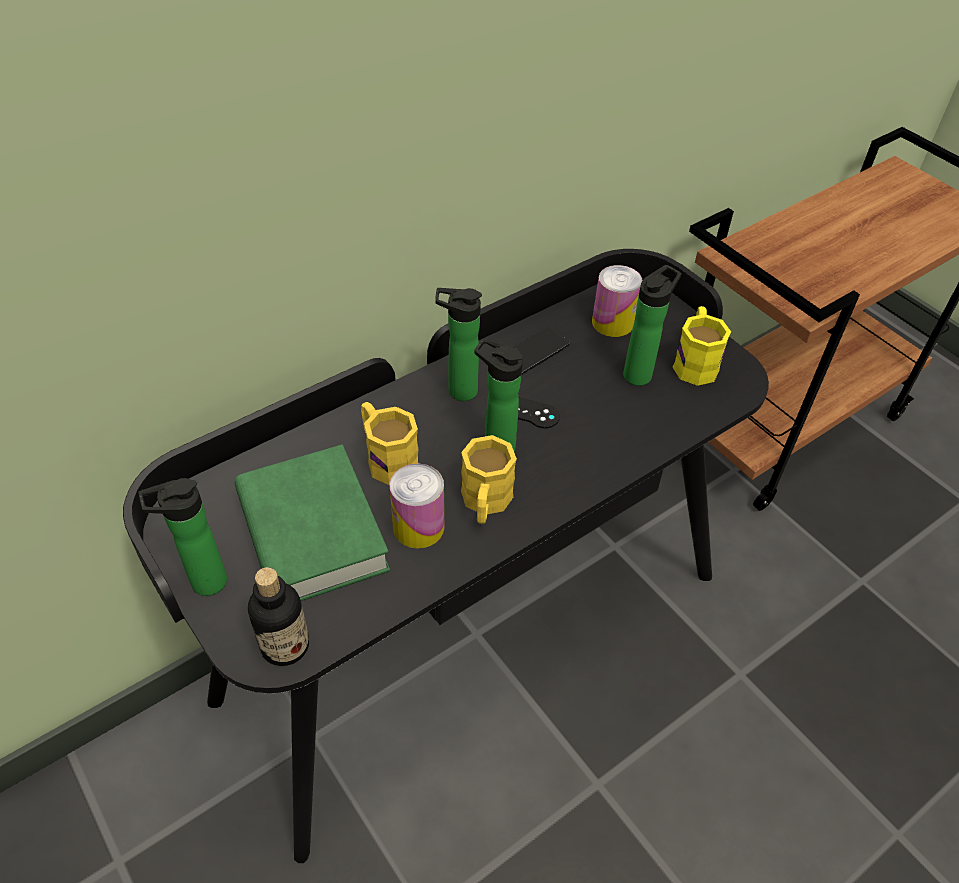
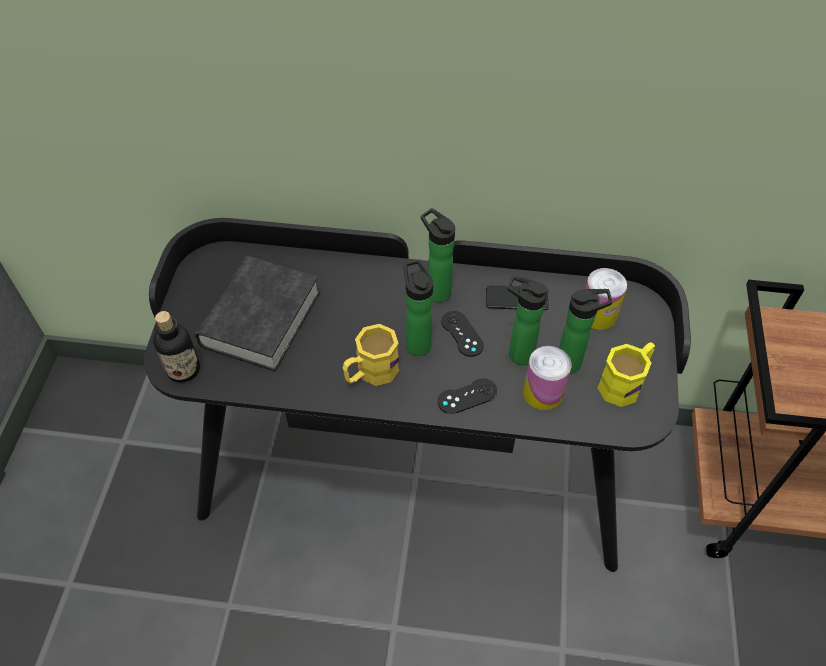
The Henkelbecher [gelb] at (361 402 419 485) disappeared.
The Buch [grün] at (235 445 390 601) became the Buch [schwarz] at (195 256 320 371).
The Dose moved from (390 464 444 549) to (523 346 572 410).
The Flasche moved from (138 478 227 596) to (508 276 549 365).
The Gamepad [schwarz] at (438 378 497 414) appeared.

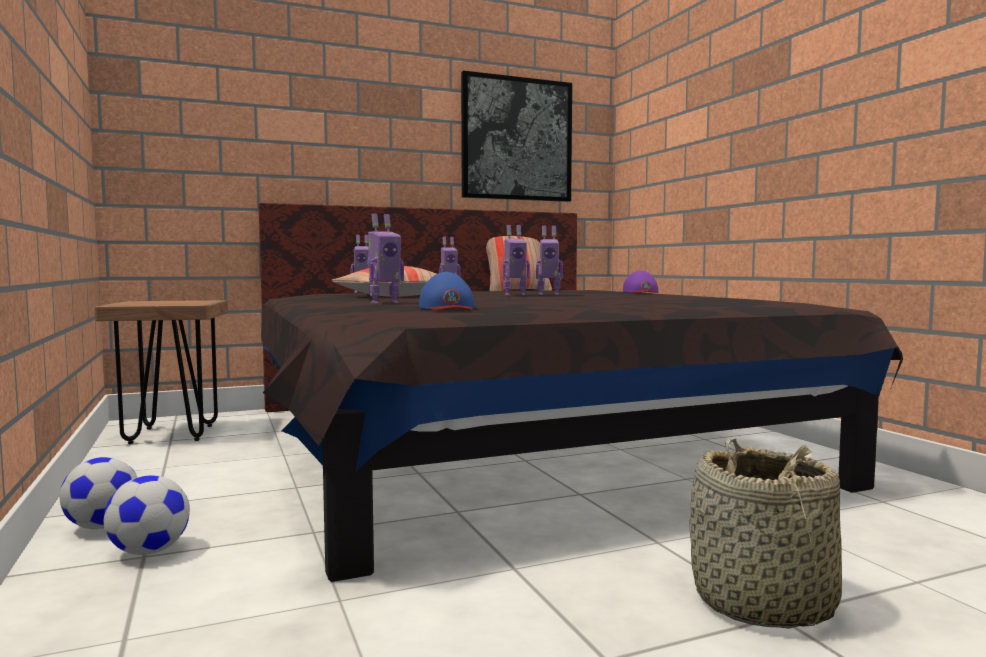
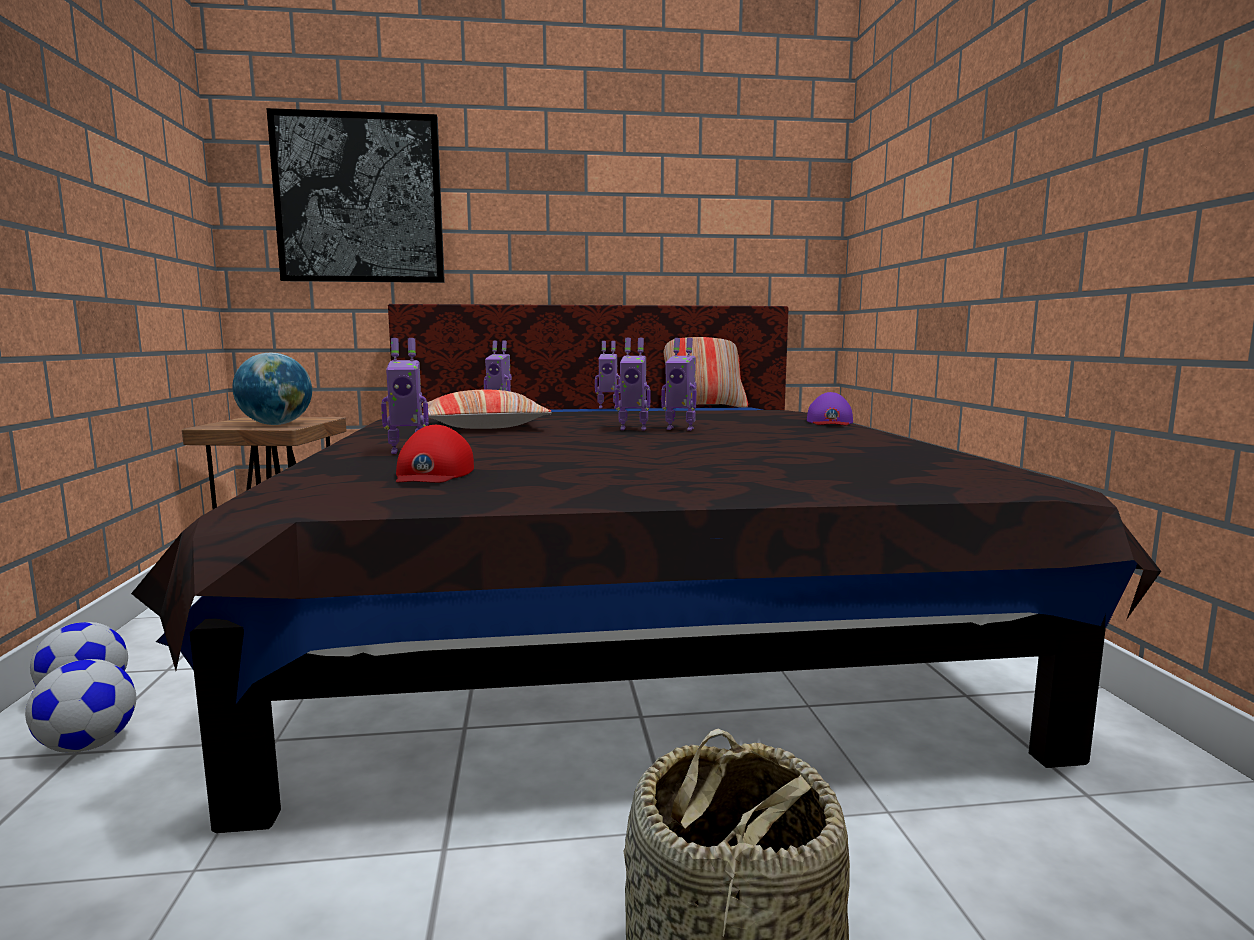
The Bild moved from (461 71 572 202) to (267 108 445 283).
The Kappe [blau] at (419 272 475 310) became the Kappe [rot] at (396 425 474 483).
The Globus at (232 352 312 425) appeared.

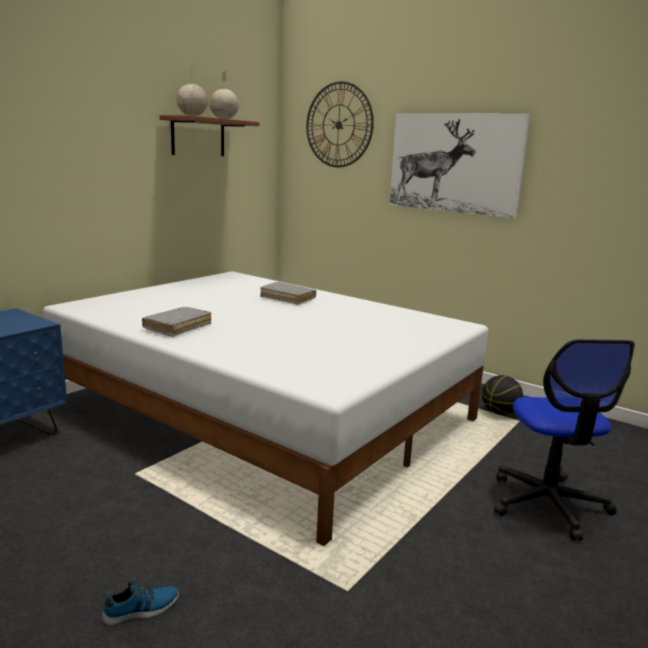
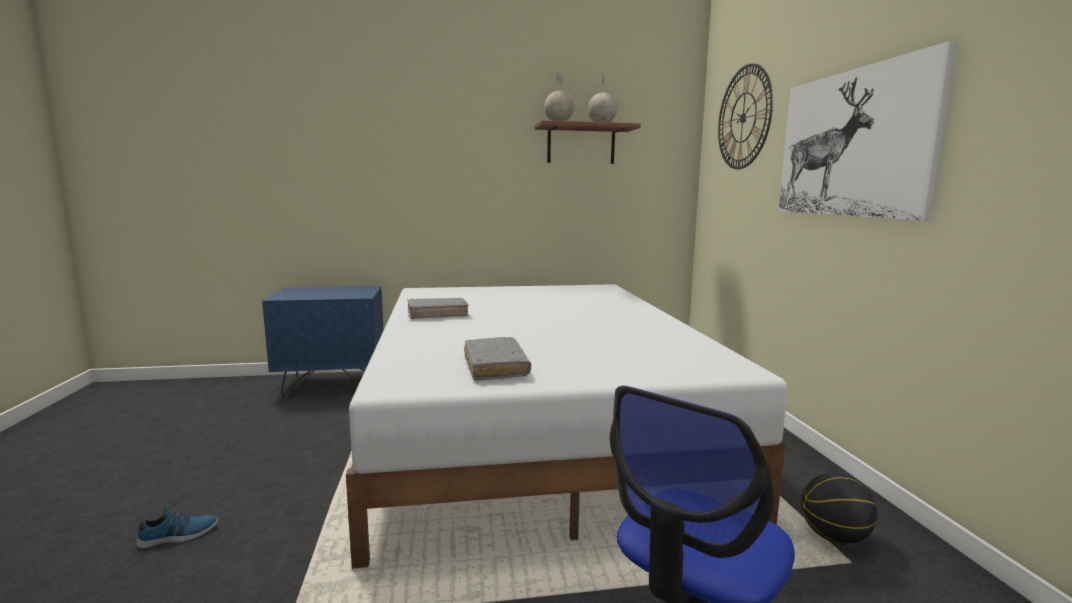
The Buch [grau] moved from (260 282 316 305) to (464 337 531 381).
The Schuh at (102 578 179 626) turned 45 degrees counterclockwise.

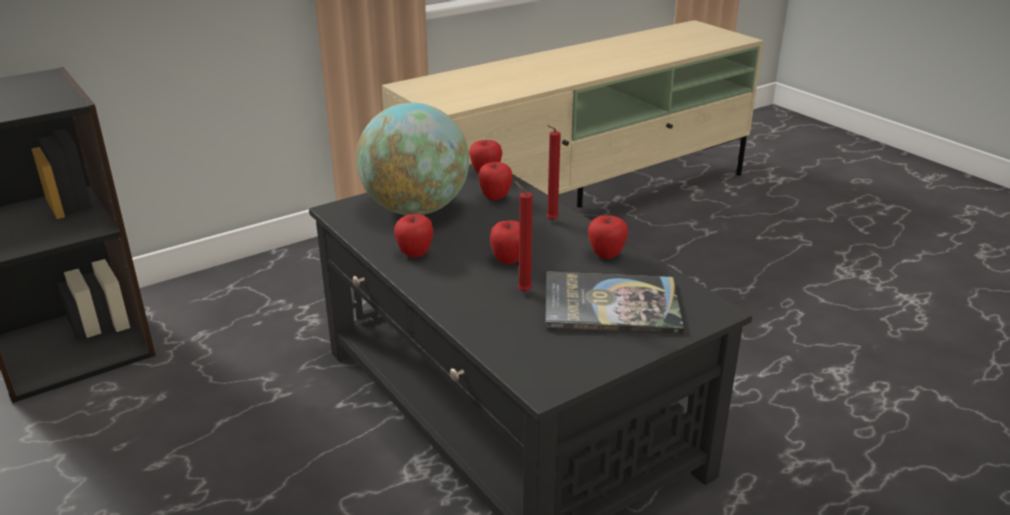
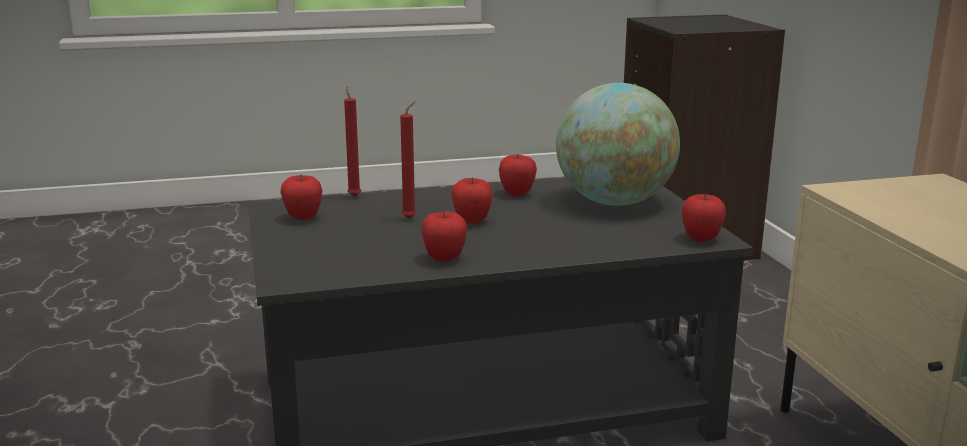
The Kerze [rot] moved from (546 125 561 221) to (344 86 361 197).
The Apfel moved from (478 162 513 200) to (280 174 322 220).
The Buch at (545 271 684 334) disappeared.

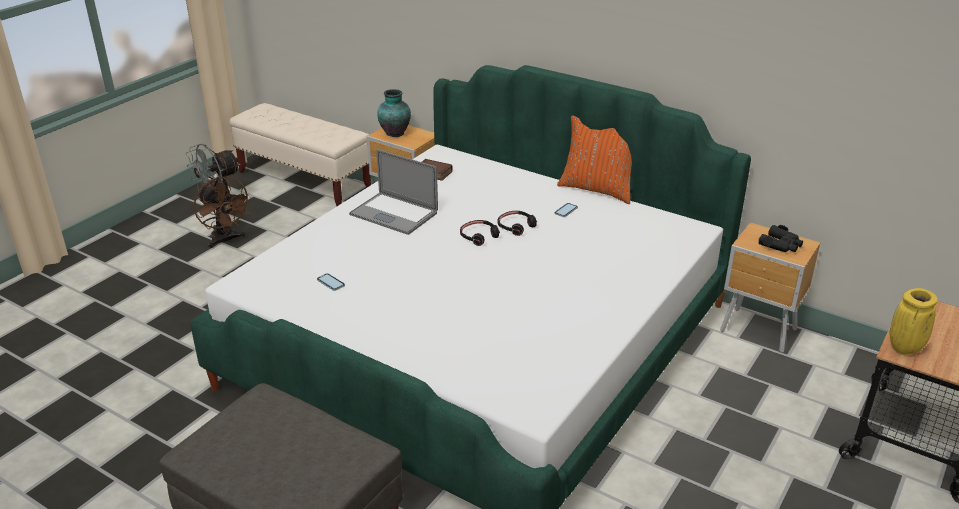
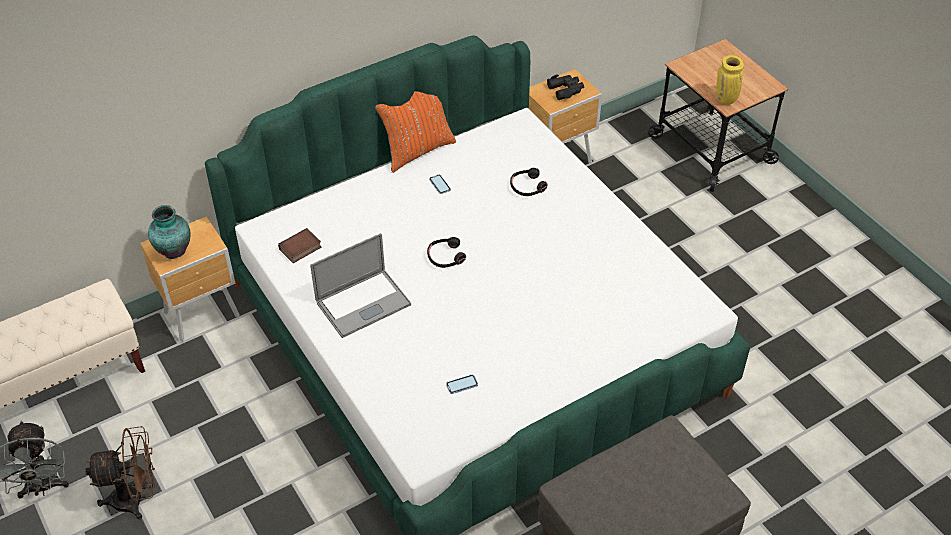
The Kopfhörer [schwarz] moved from (498 211 537 236) to (510 168 548 196).

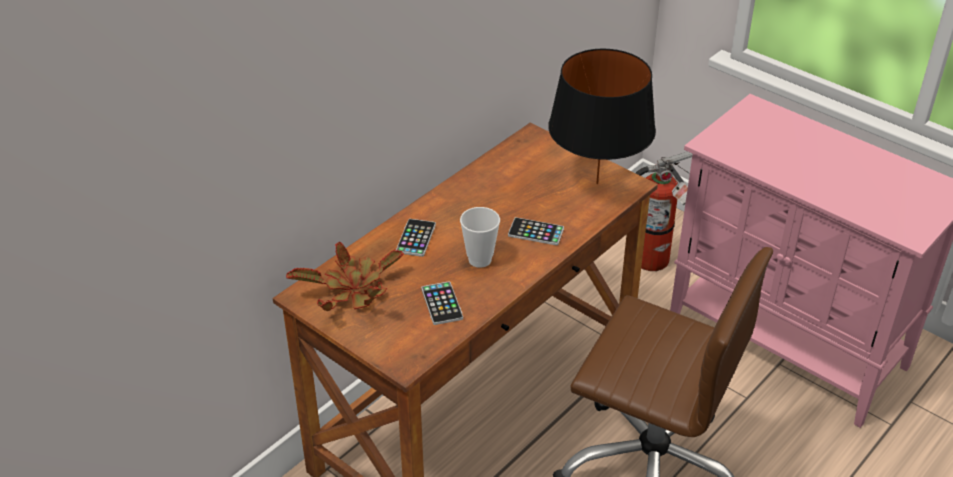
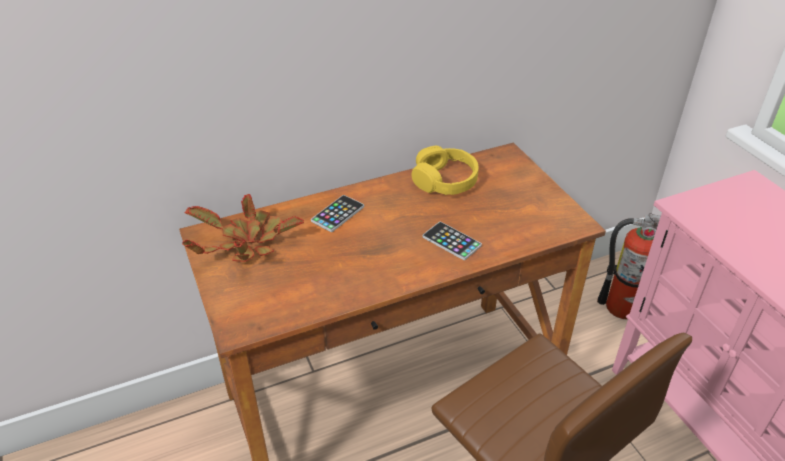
The Tischlampe [schwarz] at (548 49 656 184) disappeared.
The Tasse at (460 207 500 268) disappeared.
The Handy at (421 281 463 325) disappeared.
The Kopfhörer [gelb] at (412 146 479 195) appeared.

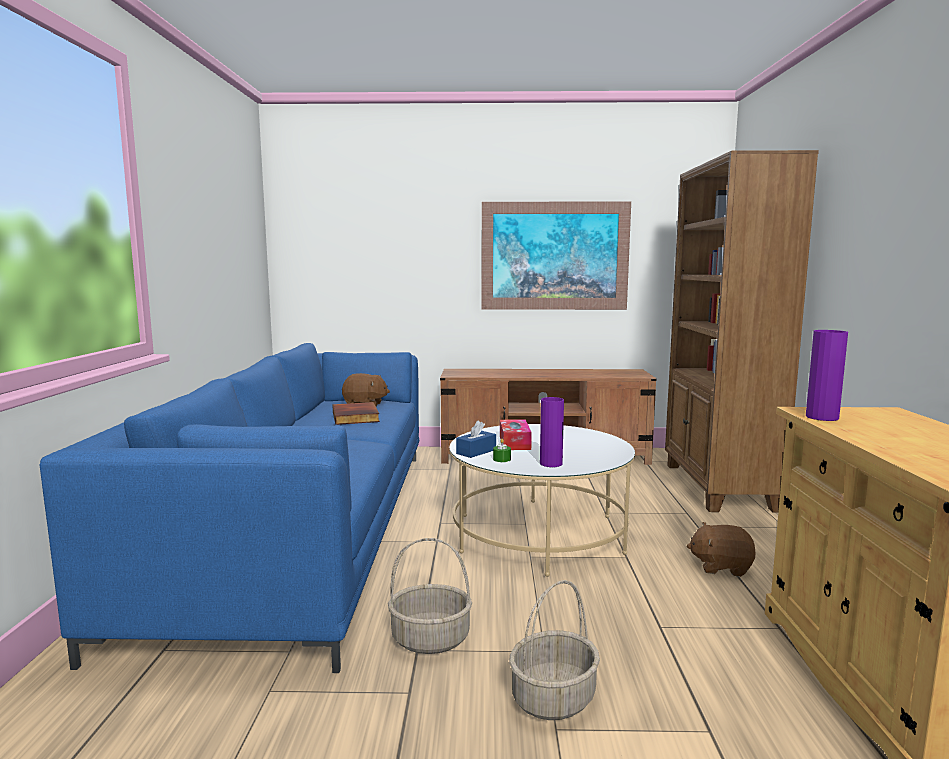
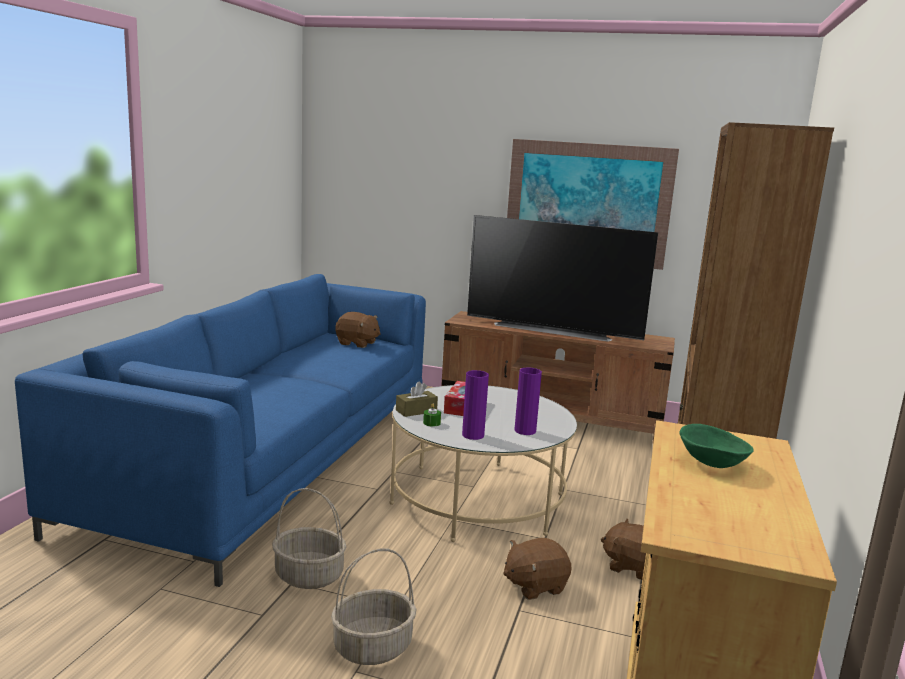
The Vase [lila] moved from (806 330 848 421) to (514 368 542 435).
The Buch at (333 402 380 425) disappeared.
The Taschentuchbox [blau] at (456 420 496 458) became the Taschentuchbox [braun] at (396 381 438 417).
The Fernseher at (467 215 658 342) appeared.
The Schüssel [grün] at (679 424 754 468) appeared.
The Plüschtier [braun] at (503 538 572 600) appeared.

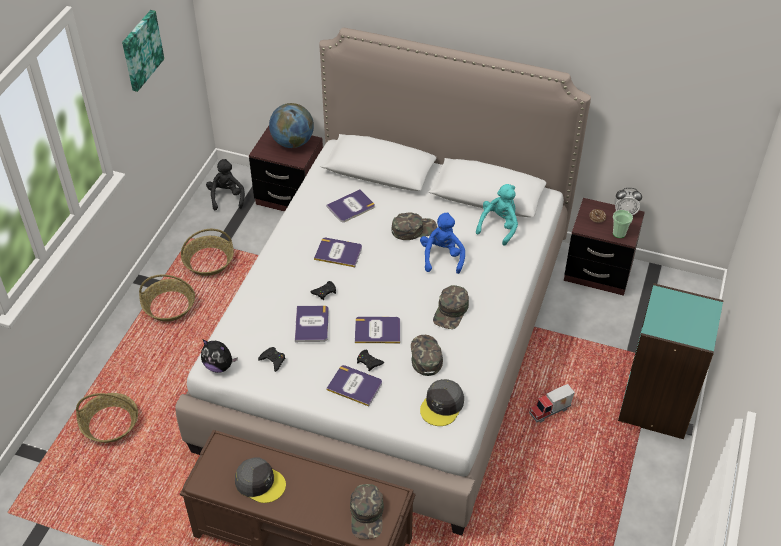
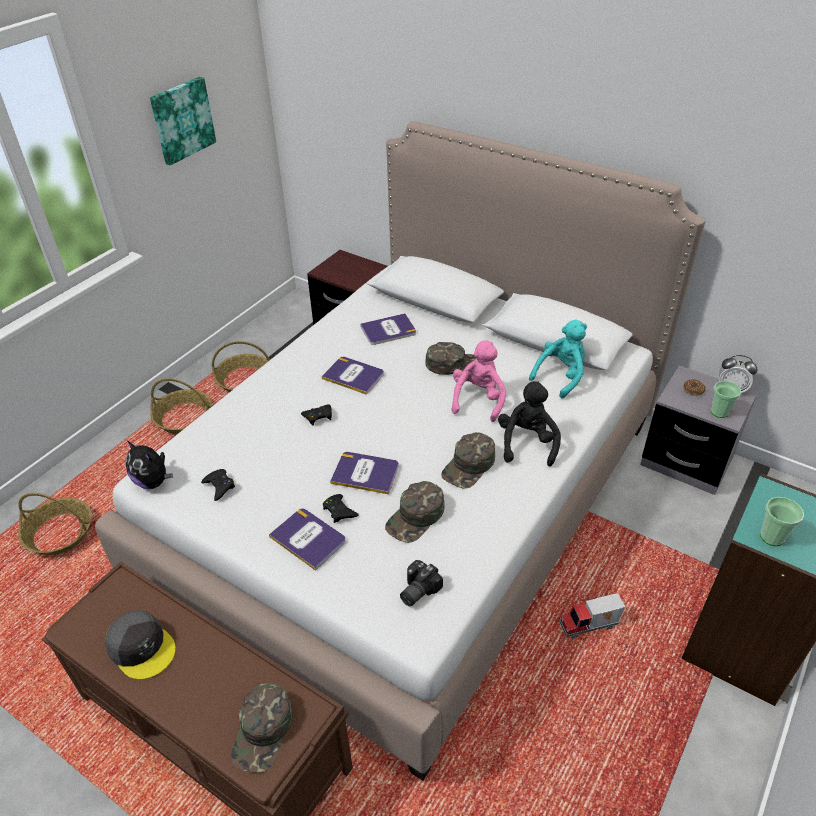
The Globus at (269 103 314 148) disappeared.
The Plüschtier [schwarz] moved from (206 159 245 210) to (498 381 561 467).
The Nachttisch [braun] at (564 198 645 296) became the Nachttisch [grau] at (640 365 758 495).
The Plüschtier [blau] at (420 212 465 274) became the Plüschtier [rosa] at (451 340 506 422).
The Buch at (295 306 329 342) disappeared.
The Kappe [grün] at (411 335 443 376) turned 150 degrees counterclockwise.
The Kappe [grau] at (420 379 464 426) was replaced by the Kamera at (400 560 443 607).
The Tasse at (760 497 804 546) appeared.

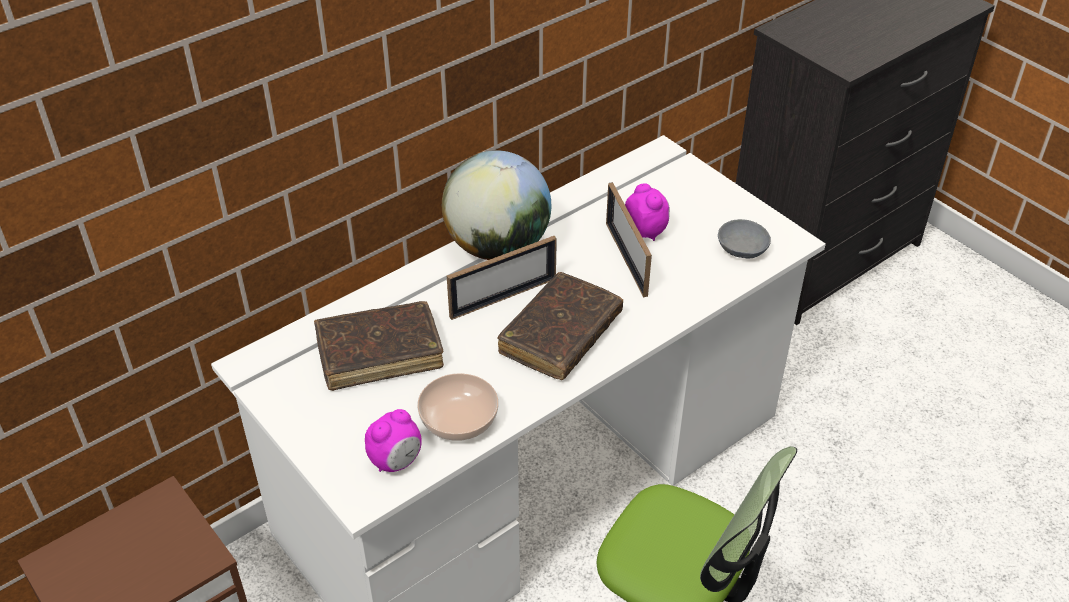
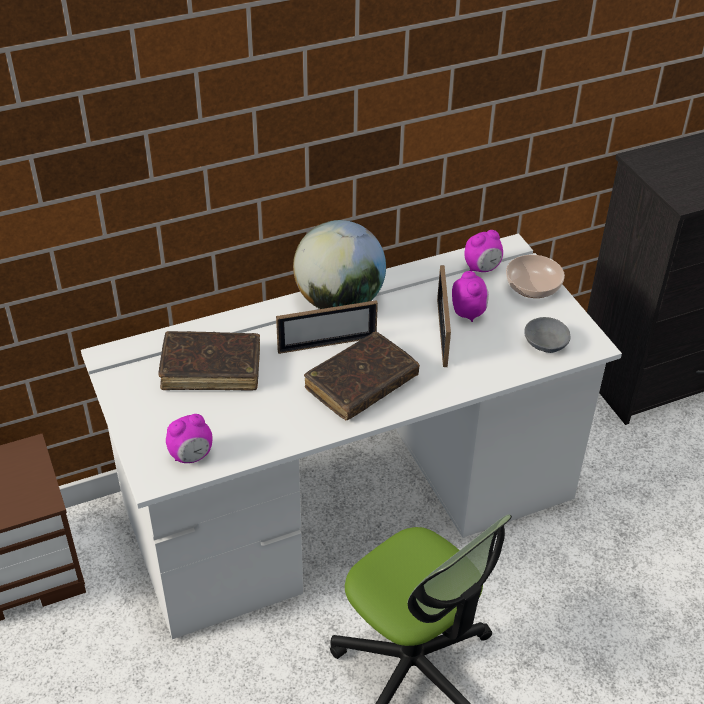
The Schüssel moved from (417 373 498 441) to (506 255 565 298).
The Wecker at (464 230 503 272) appeared.

